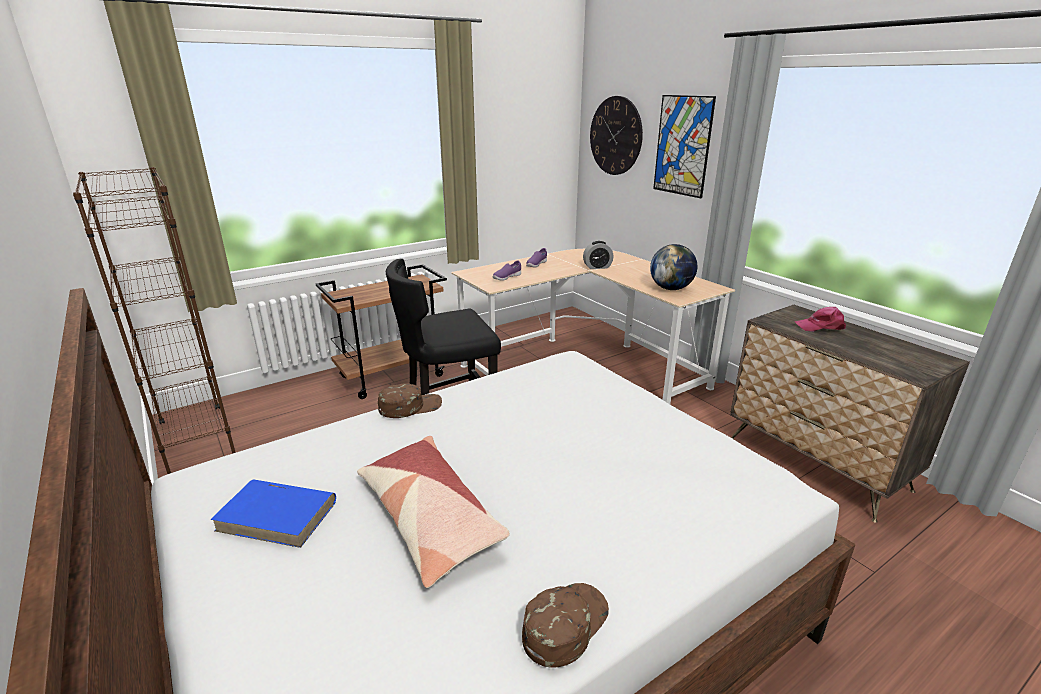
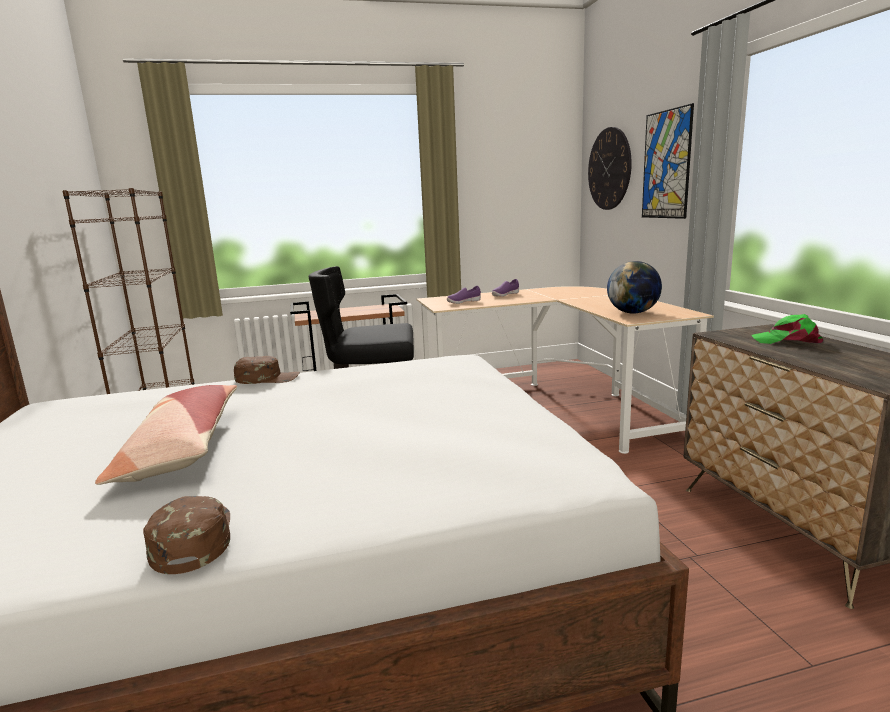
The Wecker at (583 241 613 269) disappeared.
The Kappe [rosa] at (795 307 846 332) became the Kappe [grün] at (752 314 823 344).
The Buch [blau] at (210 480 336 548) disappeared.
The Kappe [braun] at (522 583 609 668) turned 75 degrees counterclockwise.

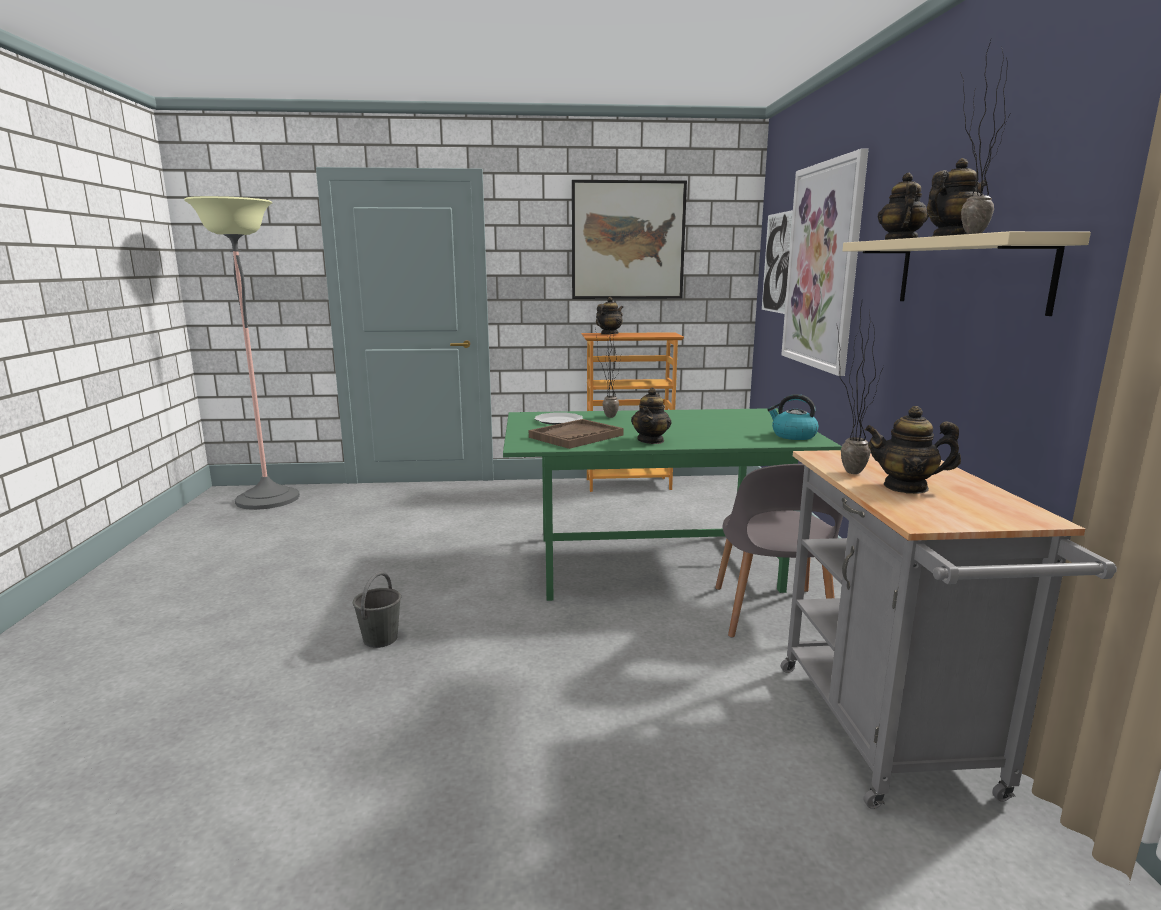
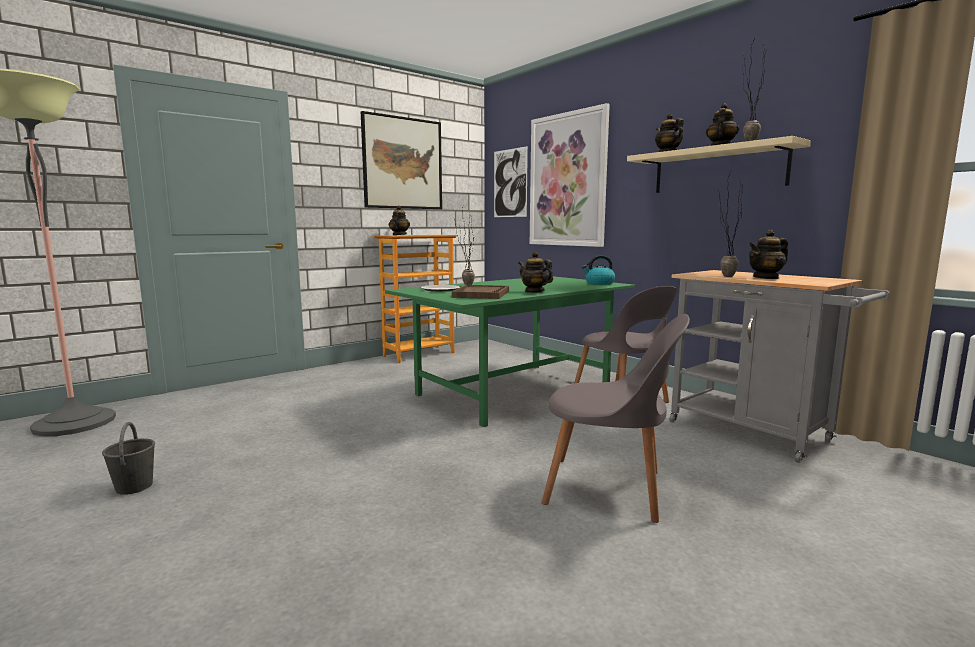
The Teekanne at (631 387 672 444) turned 150 degrees clockwise.
The Eimer [grau] moved from (353 572 401 648) to (102 422 155 495).
The Stuhl [grau] at (542 314 690 523) appeared.

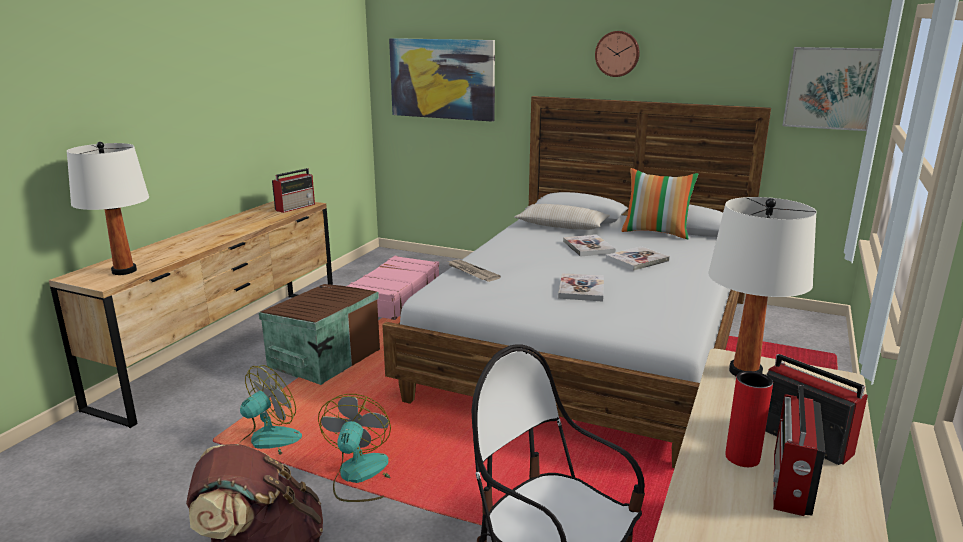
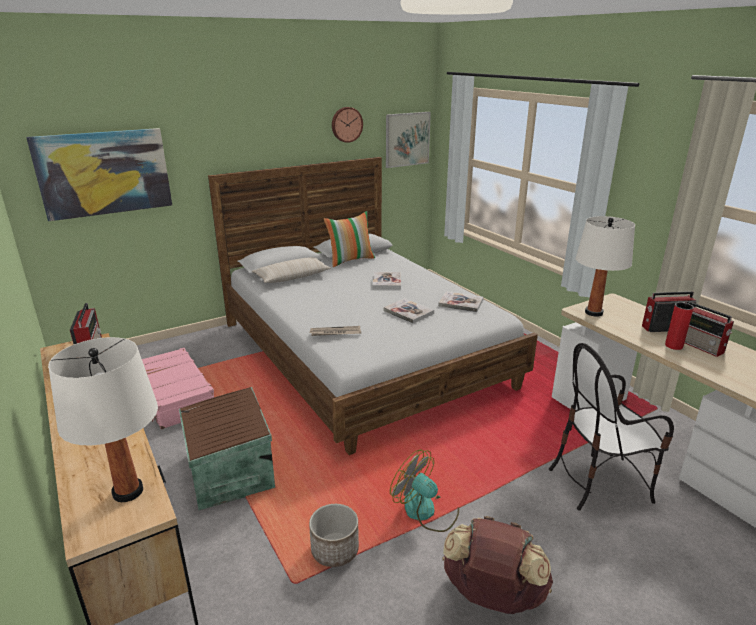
The Wanduhr moved from (595 31 640 77) to (332 107 363 143).
The Buch moved from (563 235 615 256) to (438 291 484 312).
The Ventilator at (238 365 302 464) was replaced by the Pflanzkübel at (309 504 359 567).

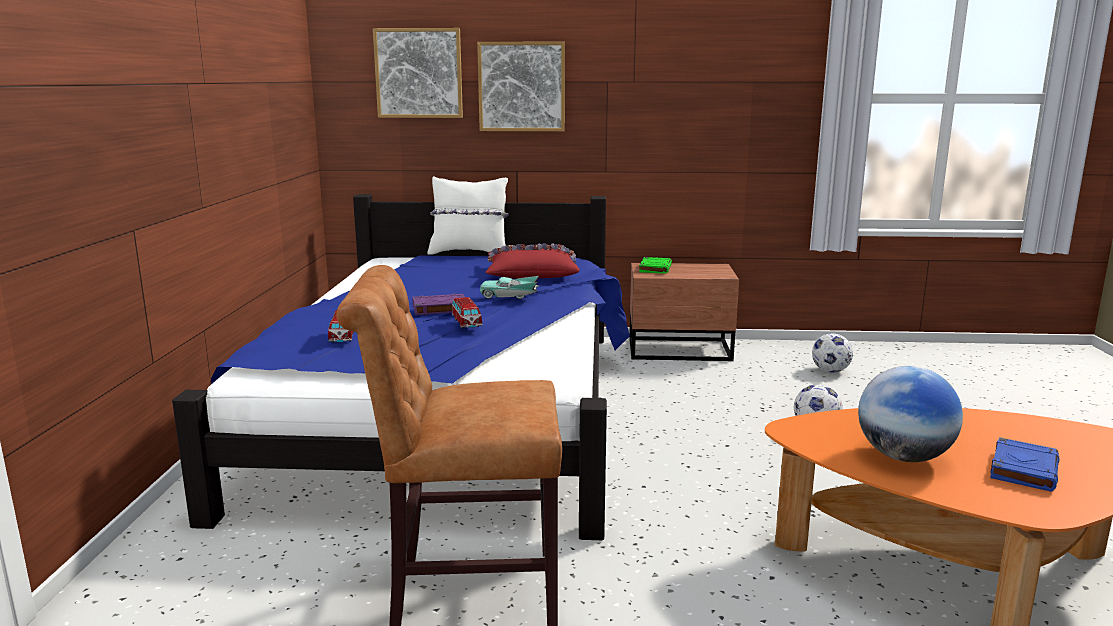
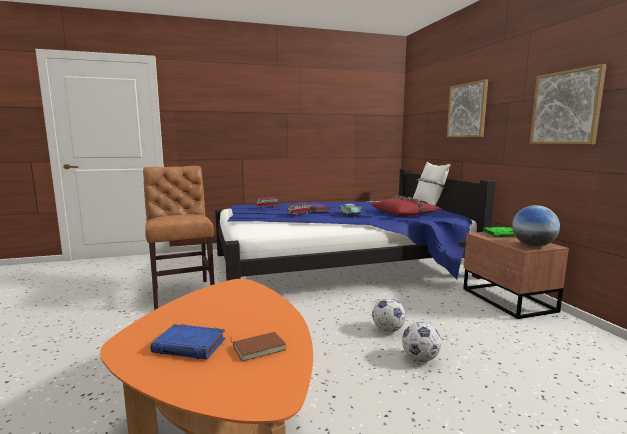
The Bild moved from (373 28 463 118) to (530 64 607 144).
The Fußball moved from (812 333 853 373) to (372 298 406 332).
The Globus moved from (858 366 963 462) to (512 205 560 247).
The Buch [braun] at (231 332 286 361) appeared.

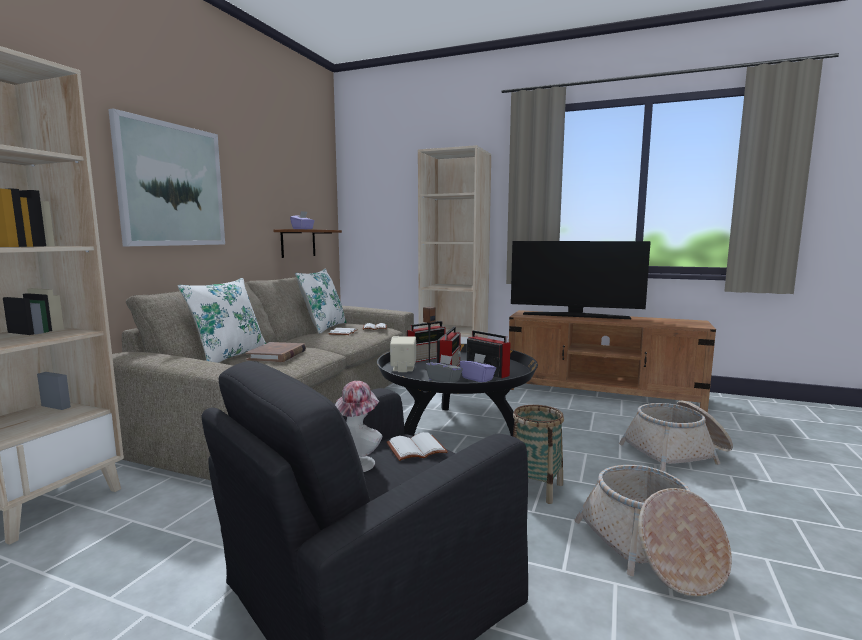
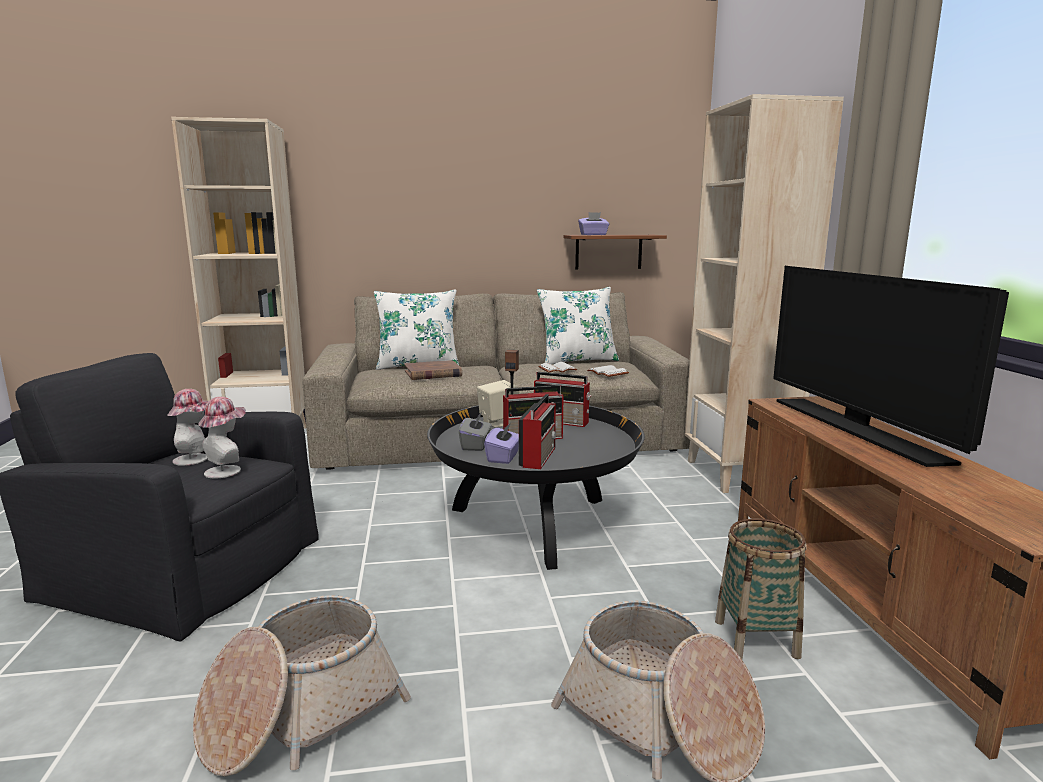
The Bild at (108 109 225 246) disappeared.
The Korb moved from (513 405 564 504) to (715 518 806 659).
The Buch [weiß] at (387 432 448 461) was replaced by the Hut at (198 397 246 479).

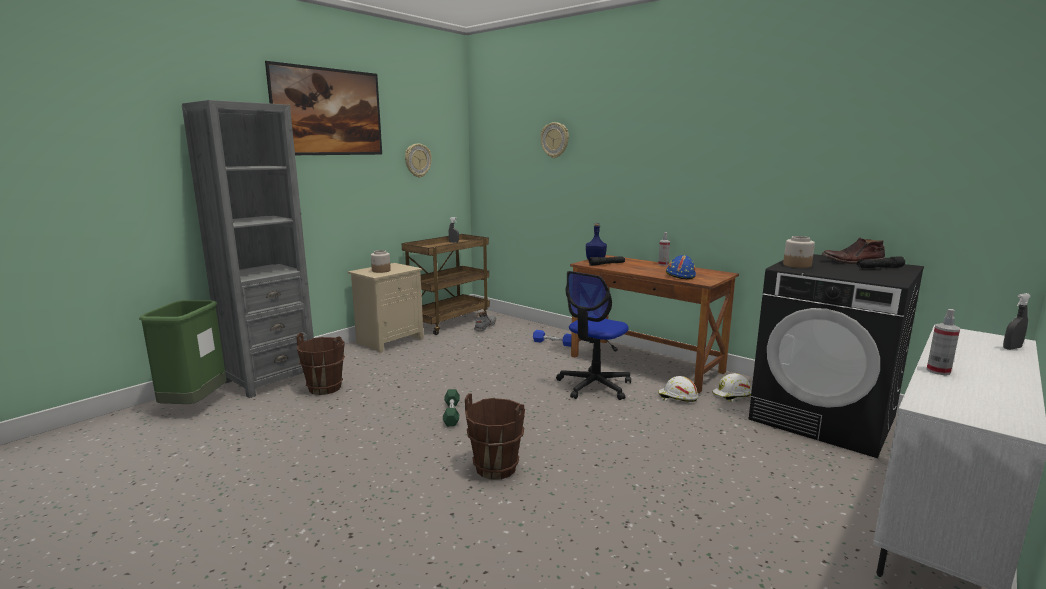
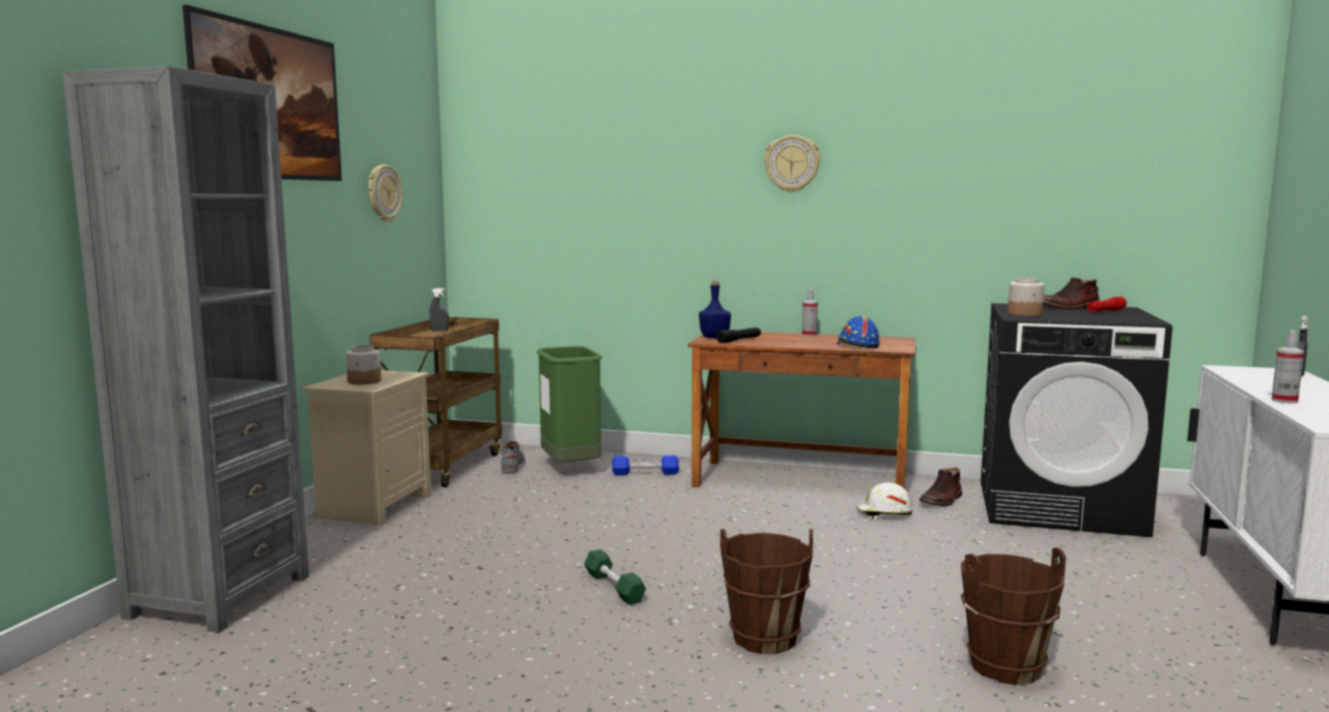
The Wanduhr moved from (540 122 569 158) to (764 135 820 192).
The Taschenlampe [schwarz] at (857 256 905 268) became the Taschenlampe [rot] at (1087 296 1127 312).
The Bürostuhl at (556 271 631 400) disappeared.
The Mülleimer [grün] moved from (139 300 226 404) to (537 346 602 462).
The Eimer [braun] moved from (296 333 345 395) to (961 548 1066 685).
The Schutzhelm [weiß] at (712 373 752 402) was replaced by the Stiefel [braun] at (919 467 962 506).

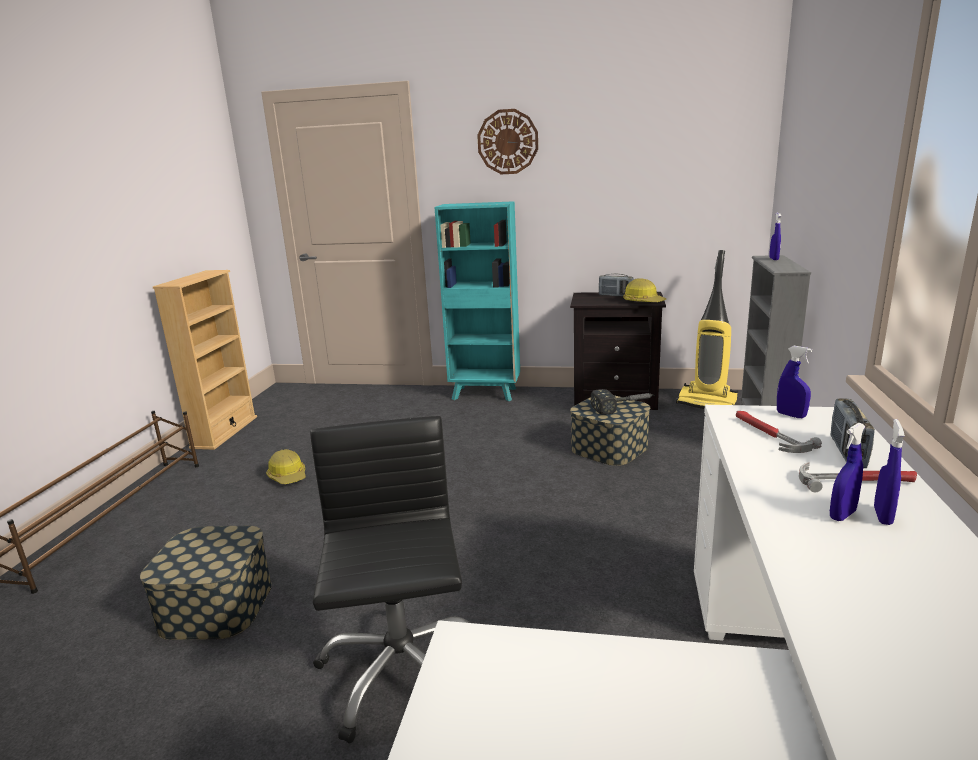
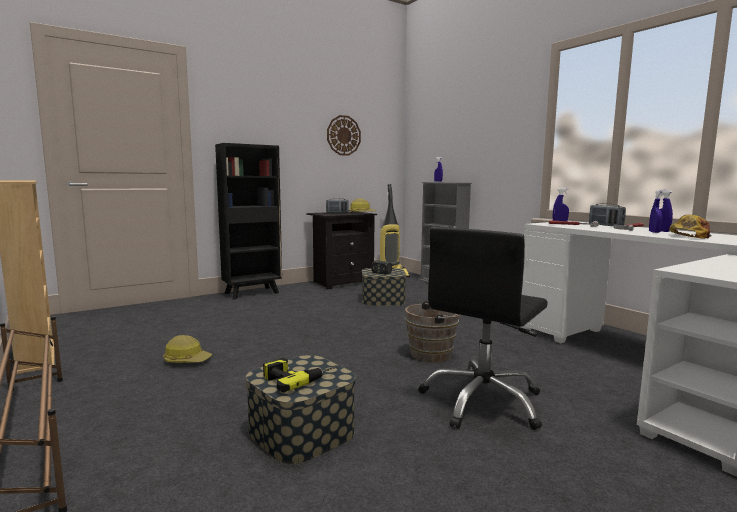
The Wanduhr moved from (477 109 538 174) to (327 115 361 156).
The Bücherregal [türkis] at (434 201 520 401) became the Bücherregal [schwarz] at (215 143 282 300).
The Bürostuhl [schwarz] at (310 416 470 744) turned 90 degrees counterclockwise.
The Kappe at (668 215 712 239) appeared.
The Eimer [braun] at (405 301 461 362) appeared.
The Bohrmaschine at (263 358 340 393) appeared.

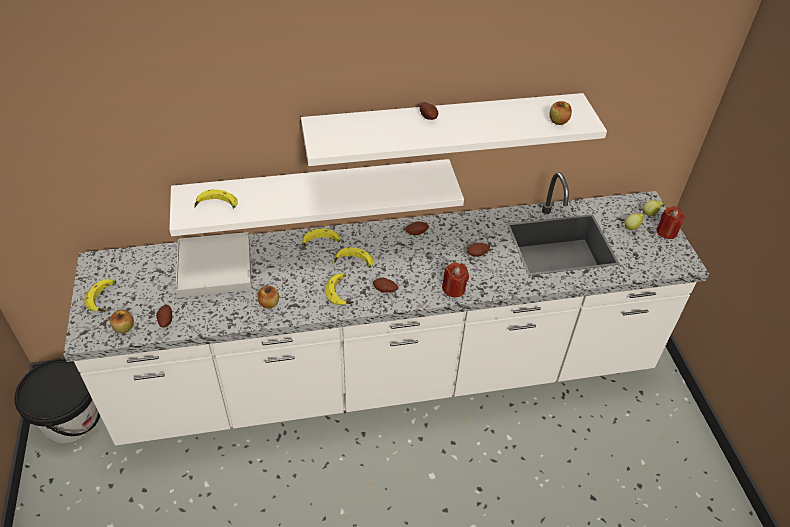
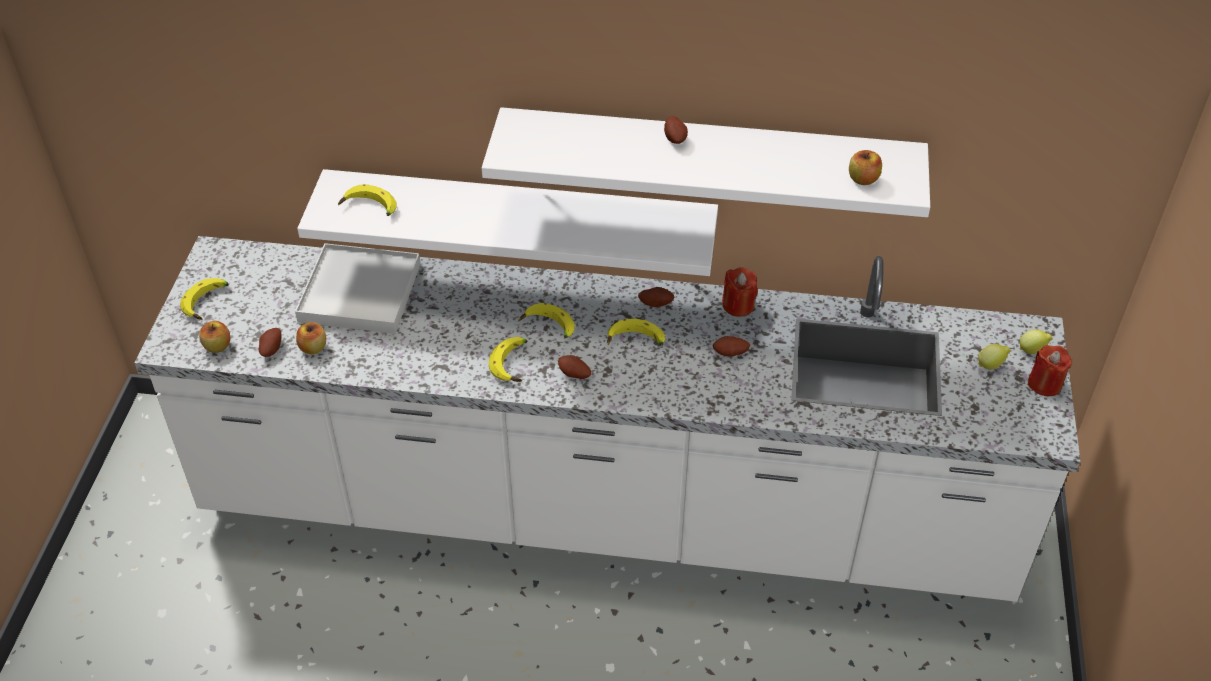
The Banane moved from (302 229 341 249) to (607 319 665 346).
The Kerze [rot] moved from (442 262 469 297) to (722 267 758 317).
The Apfel moved from (258 286 279 309) to (296 322 326 354).
The Eimer [schwarz] at (14 358 100 443) disappeared.

